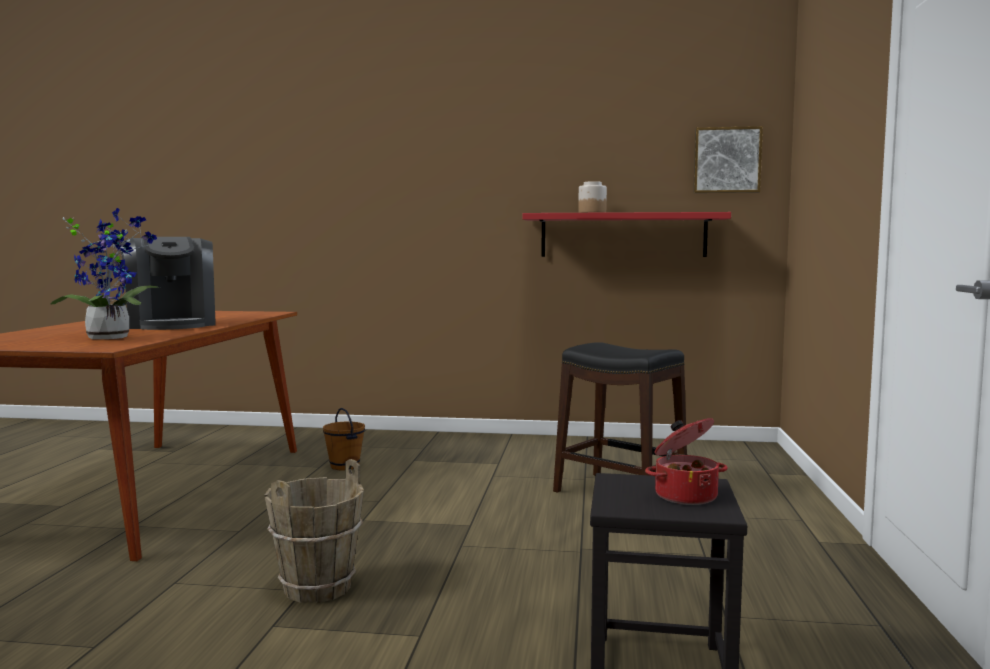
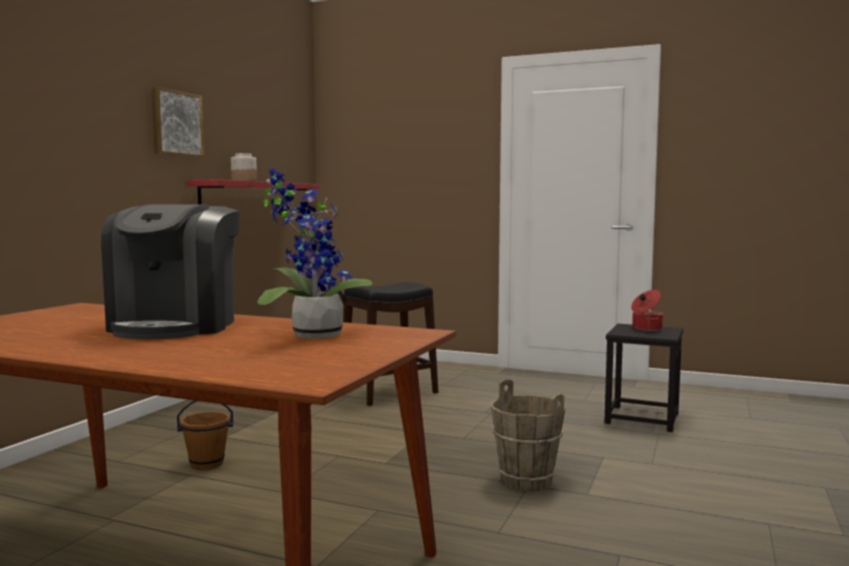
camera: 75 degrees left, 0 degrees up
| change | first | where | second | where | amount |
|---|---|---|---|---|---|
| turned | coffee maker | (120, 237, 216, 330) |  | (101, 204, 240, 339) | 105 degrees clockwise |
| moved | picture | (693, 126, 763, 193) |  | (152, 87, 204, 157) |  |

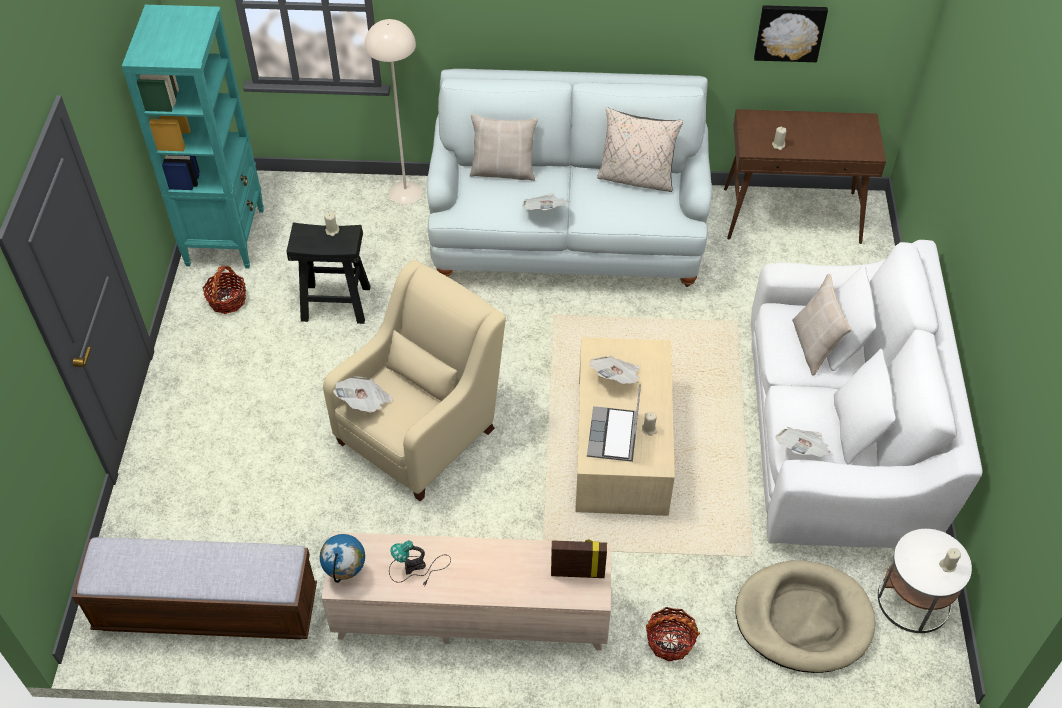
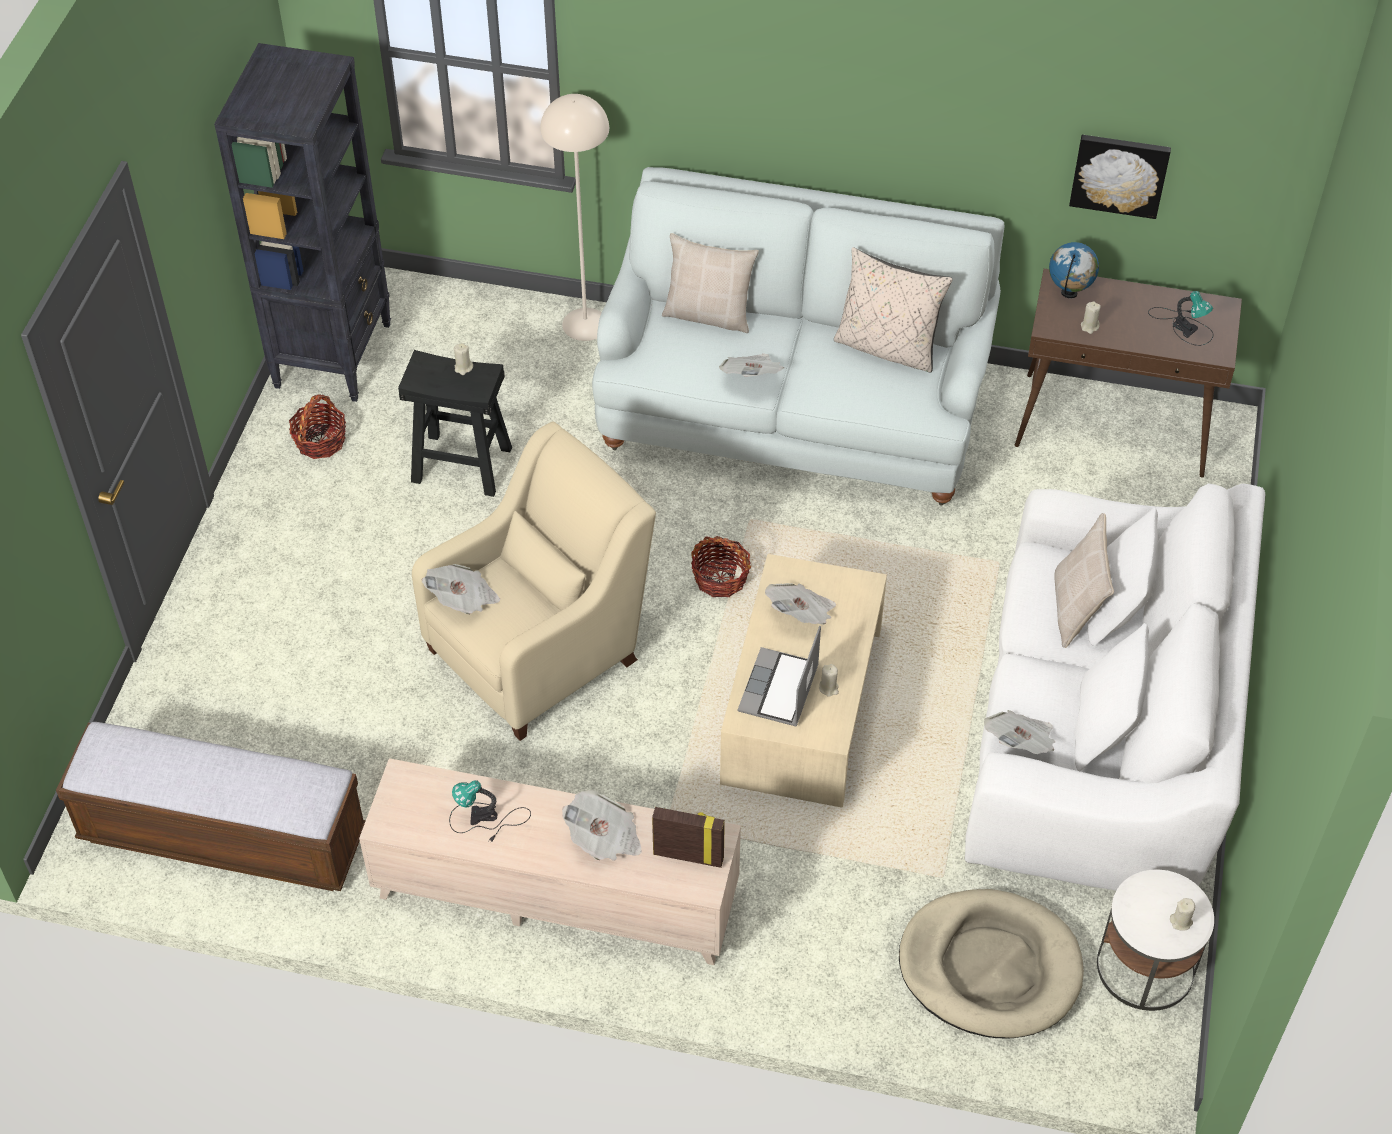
camera: 10 degrees right, 0 degrees up
| change | first | where | second | where | amount |
|---|---|---|---|---|---|
| recoloured | blue-green bookcase | (122, 5, 264, 268) | blackish bookcase | (214, 43, 391, 402) |  |
| moved | world globe | (320, 534, 365, 583) |  | (1049, 242, 1099, 298) |  |
| moved | basket | (646, 607, 700, 661) |  | (691, 536, 751, 597) |  |
| added |  |  | daily paper | (562, 790, 642, 861) |  |
| added |  |  | lamp for a table | (1148, 291, 1214, 346) |  |

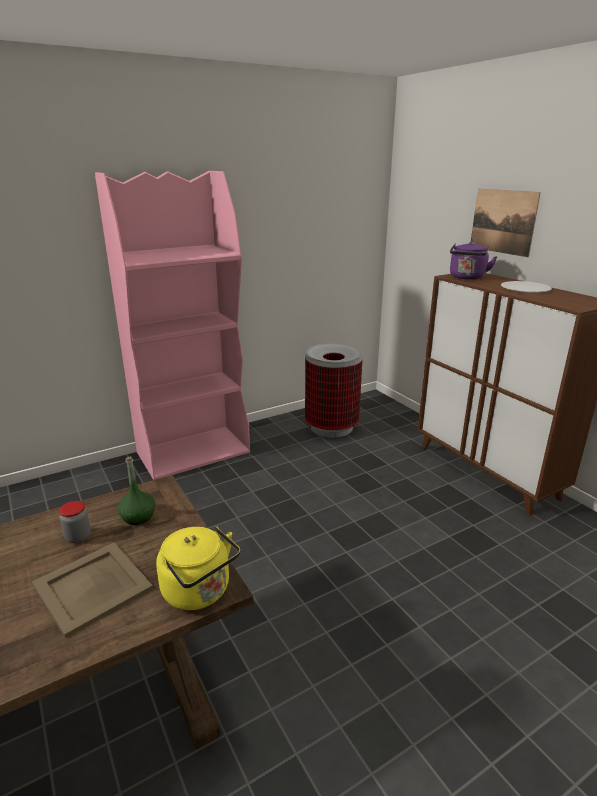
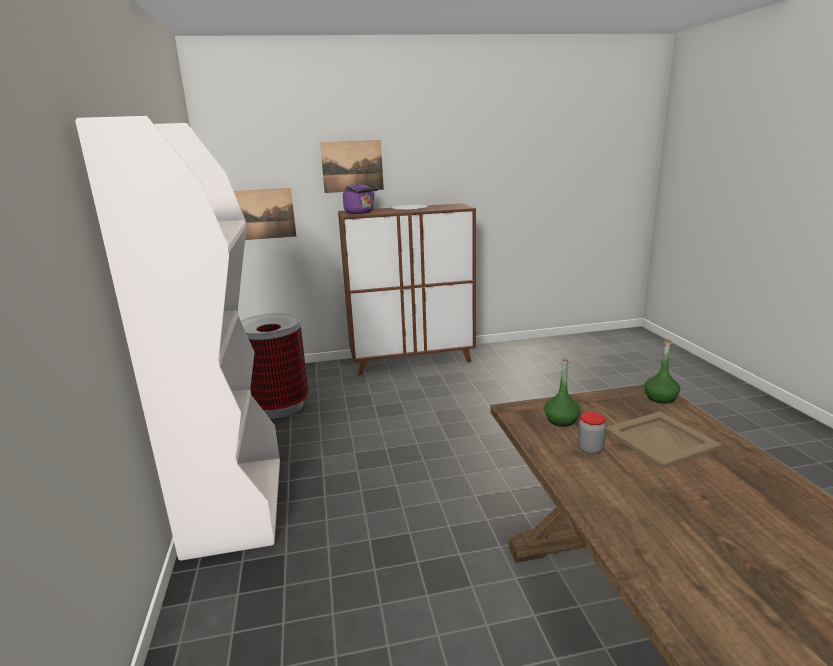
camera: 70 degrees left, 5 degrees down
| change | first | where | second | where | amount |
|---|---|---|---|---|---|
| recoloured | pinkish bookcase | (95, 171, 250, 480) | white-coloured bookcase | (75, 116, 280, 561) |  |
| replaced | yellow water kettle | (156, 526, 240, 610) | green drink bottle | (644, 339, 680, 404) |  |
| added |  |  | picture | (234, 188, 296, 240) |  |

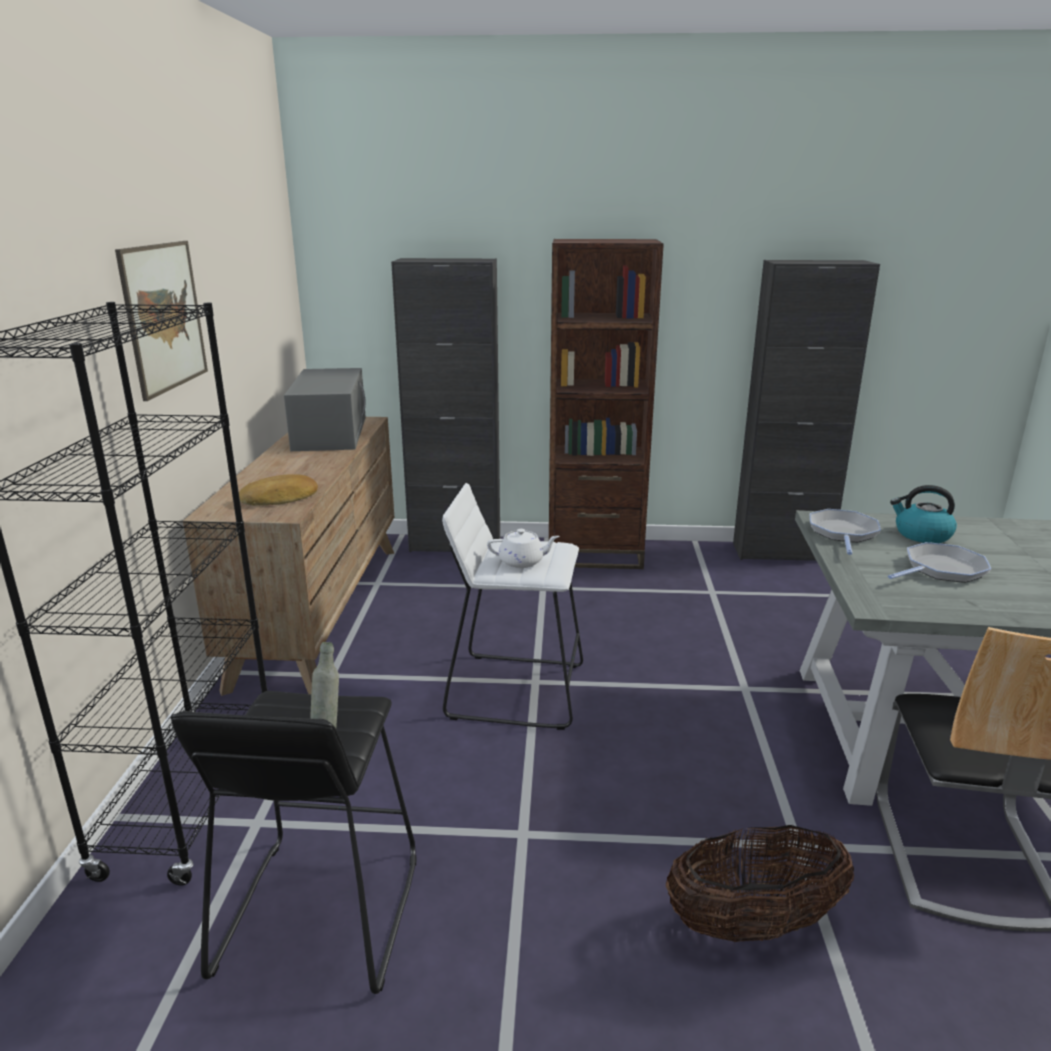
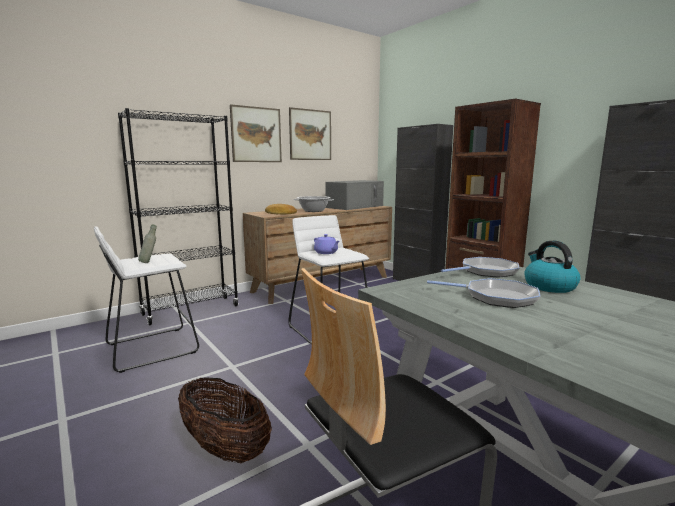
camera: 50 degrees right, 10 degrees down
| change | first | where | second | where | amount |
|---|---|---|---|---|---|
| recoloured | blackish stool | (171, 691, 417, 994) | white-coloured stool | (94, 226, 199, 373) |  |
| recoloured | white-coloured pot for tea | (487, 529, 560, 568) | purplish pot for tea | (314, 234, 339, 254) |  |
| added |  |  | picture | (289, 107, 331, 160) |  |
| added |  |  | cooking pot | (293, 196, 334, 212) |  |

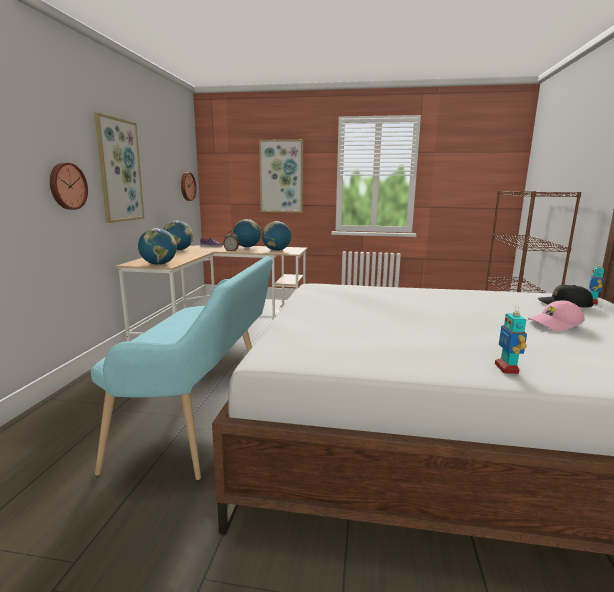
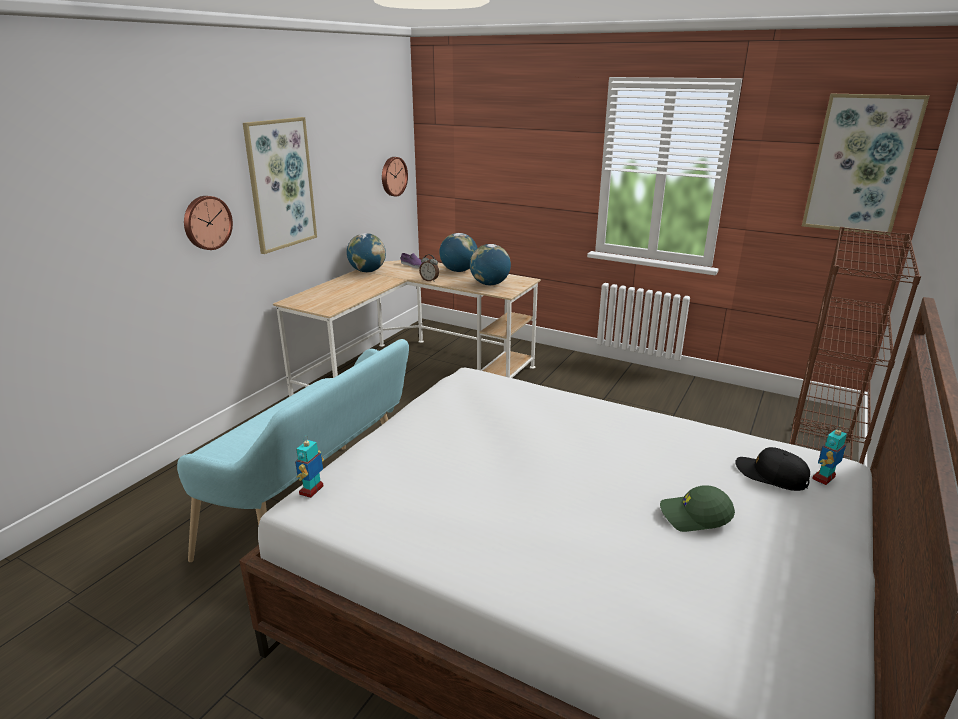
camera: 20 degrees right, 10 degrees up
| change | first | where | second | where | amount |
|---|---|---|---|---|---|
| removed | world globe | (138, 228, 177, 265) |  |  |  |
| moved | picture | (259, 139, 303, 213) |  | (802, 94, 930, 235) |  |
| moved | toy robot | (495, 305, 527, 374) |  | (295, 435, 324, 498) |  |
| recoloured | pinkish cap | (528, 301, 585, 331) | green cap | (660, 485, 735, 532) |  |

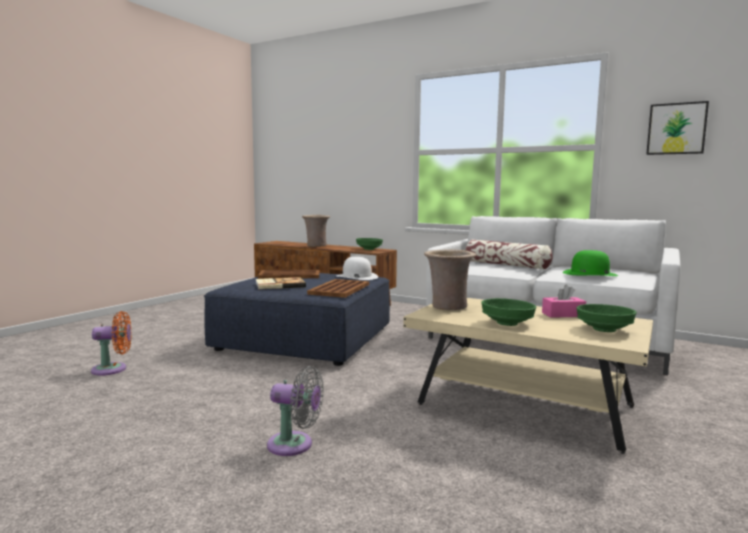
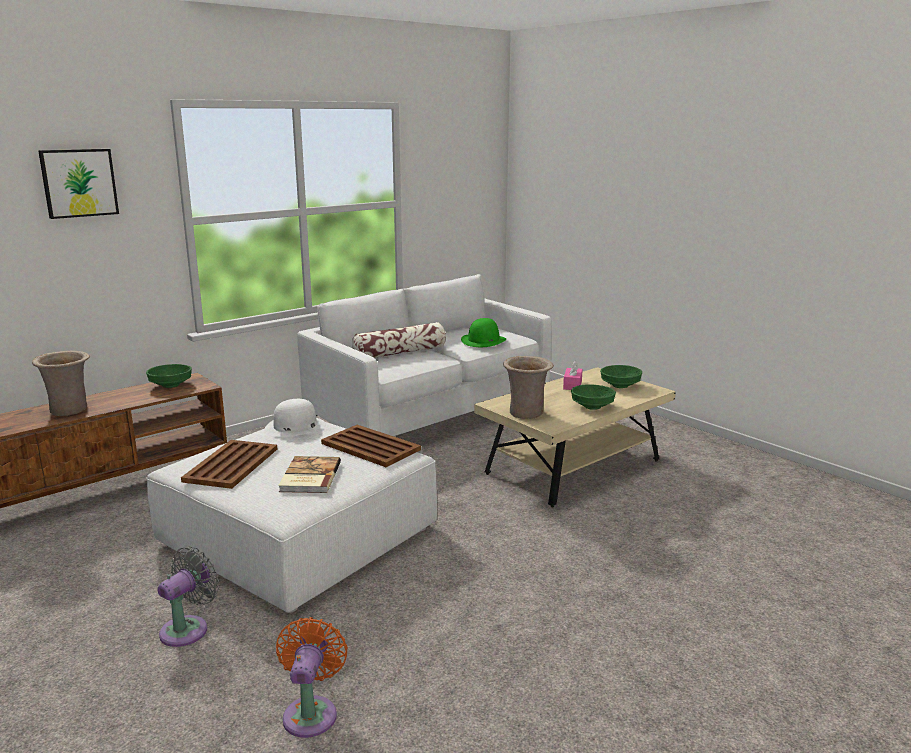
camera: 70 degrees left, 10 degrees up
| change | first | where | second | where | amount |
|---|---|---|---|---|---|
| recoloured | bluish footrest | (204, 273, 390, 366) | white-coloured footrest | (146, 422, 437, 613) |  |
| moved | greyish electric fan | (267, 366, 324, 456) |  | (158, 546, 219, 647) |  |
| moved | picture | (646, 101, 709, 155) |  | (38, 149, 119, 219) |  |

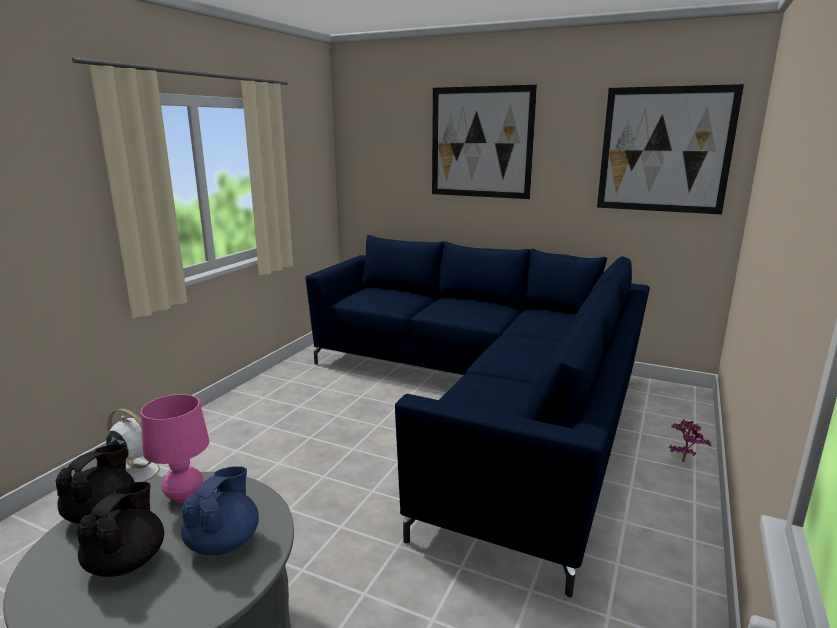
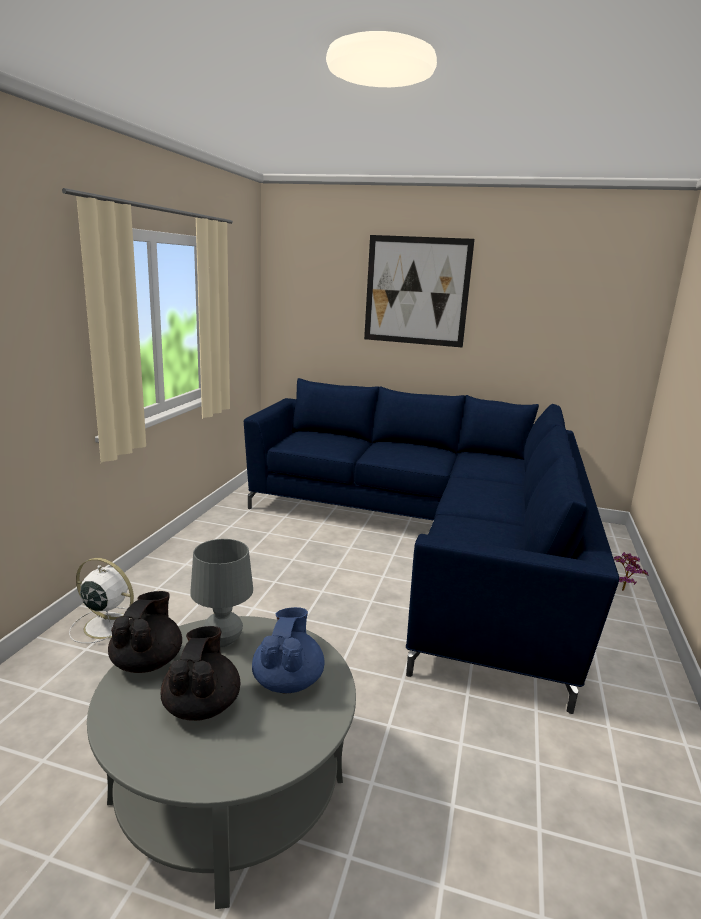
camera: 10 degrees left, 0 degrees up
| change | first | where | second | where | amount |
|---|---|---|---|---|---|
| recoloured | pinkish lamp for a table | (141, 394, 209, 503) | greyish lamp for a table | (190, 539, 253, 647) |  |
| removed | picture | (597, 84, 744, 215) |  |  |  |

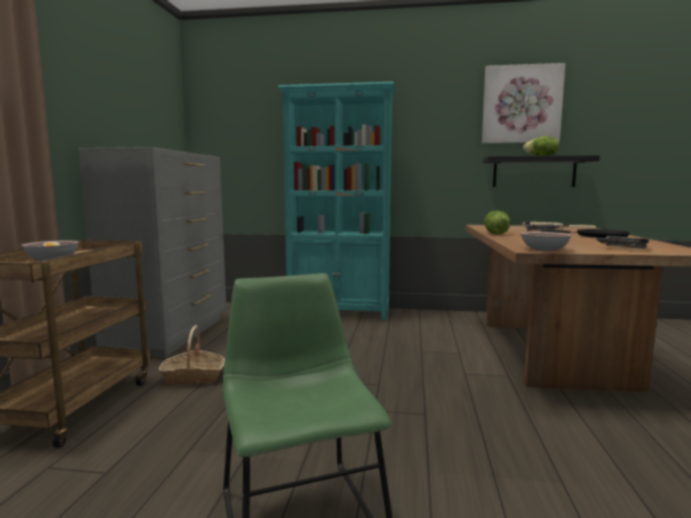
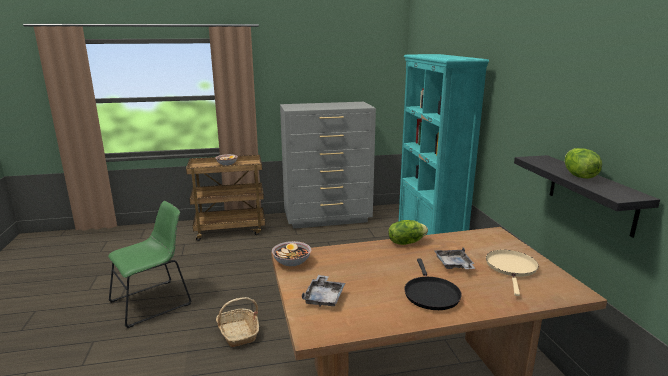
camera: 70 degrees right, 10 degrees up
| change | first | where | second | where | amount |
|---|---|---|---|---|---|
| moved | basket | (159, 325, 225, 385) |  | (216, 297, 259, 347) |  |
| removed | picture | (482, 63, 565, 143) |  |  |  |

